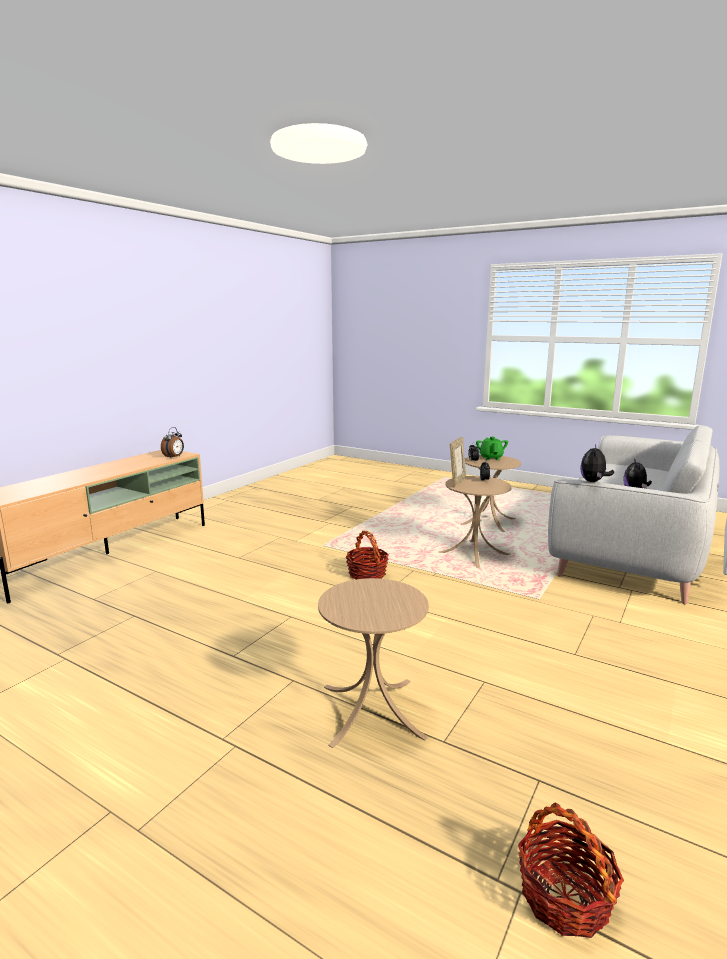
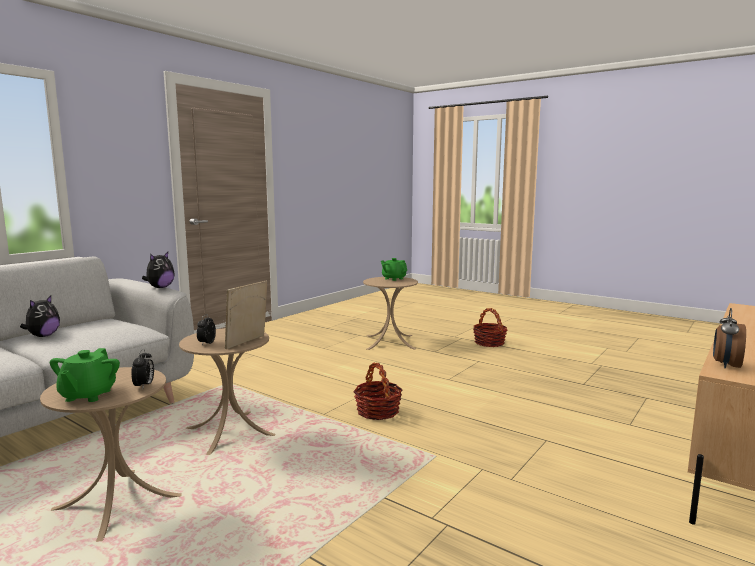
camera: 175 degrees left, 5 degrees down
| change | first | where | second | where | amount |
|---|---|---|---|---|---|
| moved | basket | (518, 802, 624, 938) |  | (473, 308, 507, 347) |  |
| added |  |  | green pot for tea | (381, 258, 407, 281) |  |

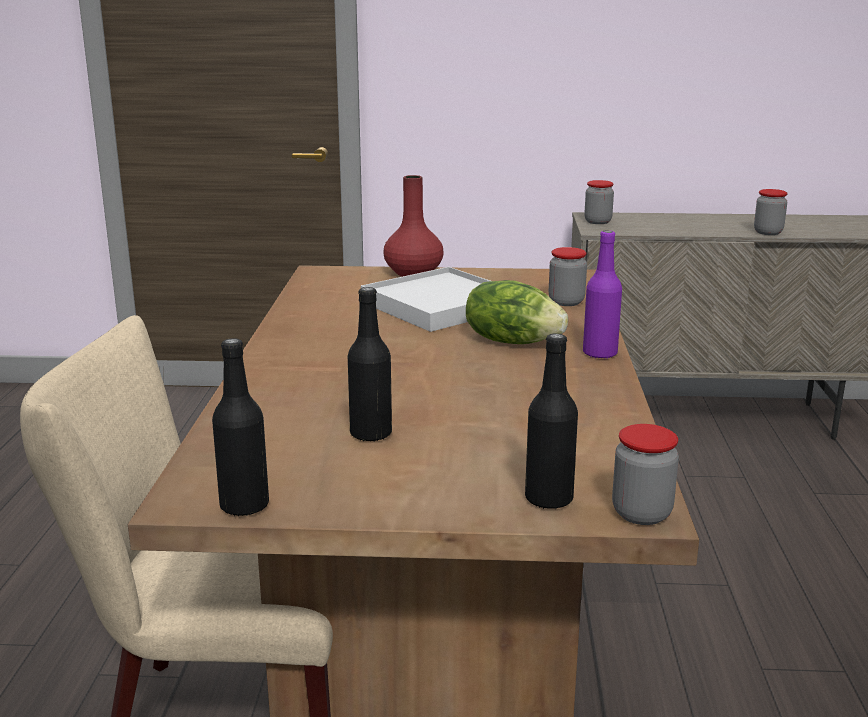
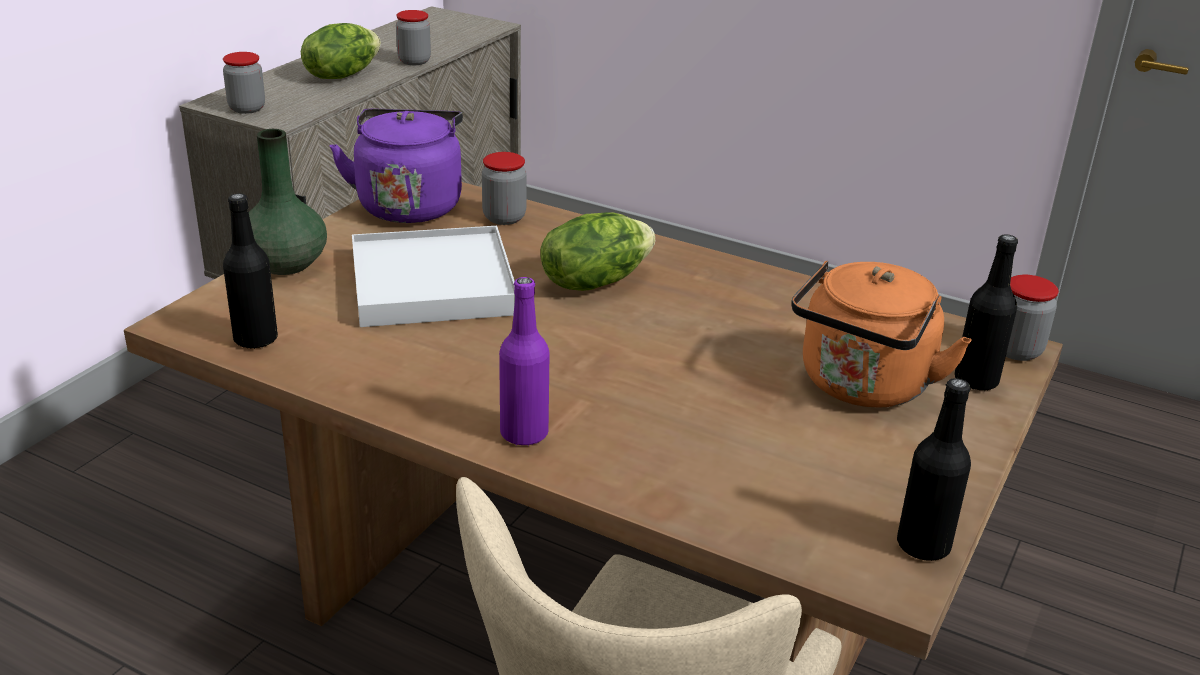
camera: 65 degrees left, 10 degrees up
| change | first | where | second | where | amount |
|---|---|---|---|---|---|
| moved | blackish drink bottle | (348, 287, 392, 442) |  | (223, 193, 278, 349) |  |
| recoloured | red-coloured decorative vase | (383, 175, 444, 277) | green decorative vase | (249, 129, 327, 275) |  |
| moved | purplish drink bottle | (583, 230, 622, 359) |  | (499, 277, 550, 446) |  |
| added |  |  | lettuce | (301, 23, 381, 79) |  |
| added |  |  | purplish water kettle | (330, 109, 463, 223) |  |
| added |  |  | orange water kettle | (791, 260, 972, 408) |  |

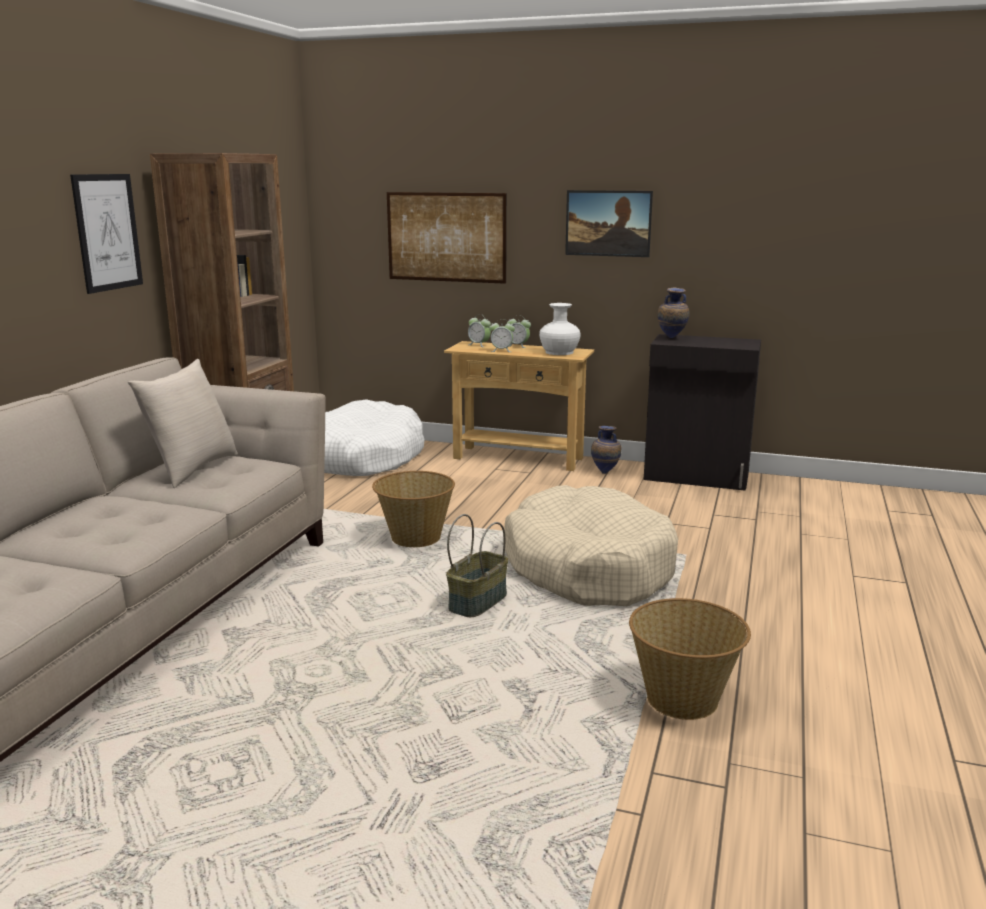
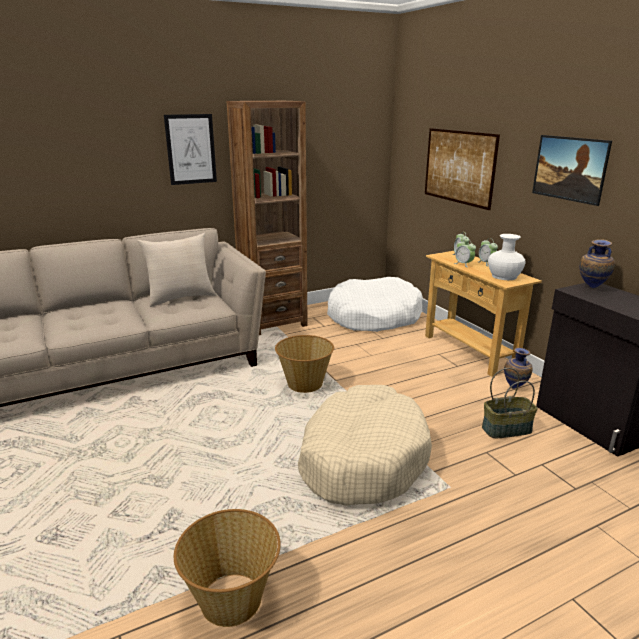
camera: 45 degrees right, 5 degrees up
| change | first | where | second | where | amount |
|---|---|---|---|---|---|
| moved | basket | (446, 514, 508, 617) |  | (482, 368, 538, 438) |  |

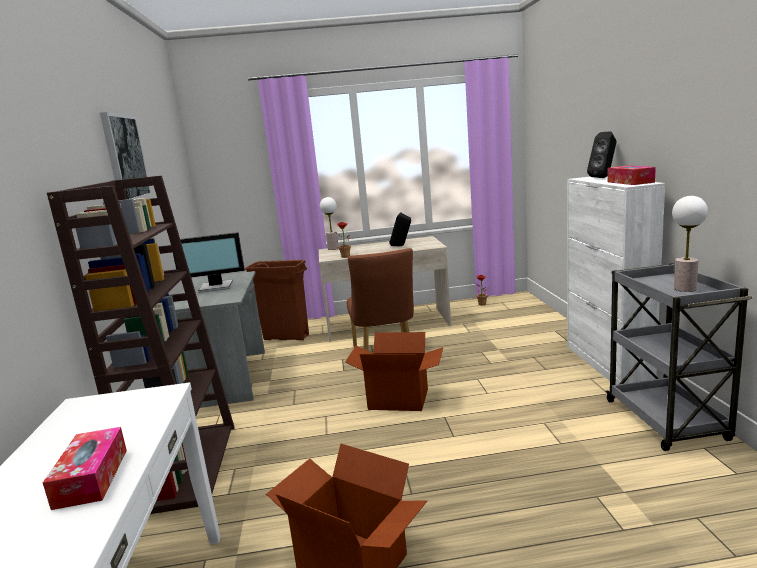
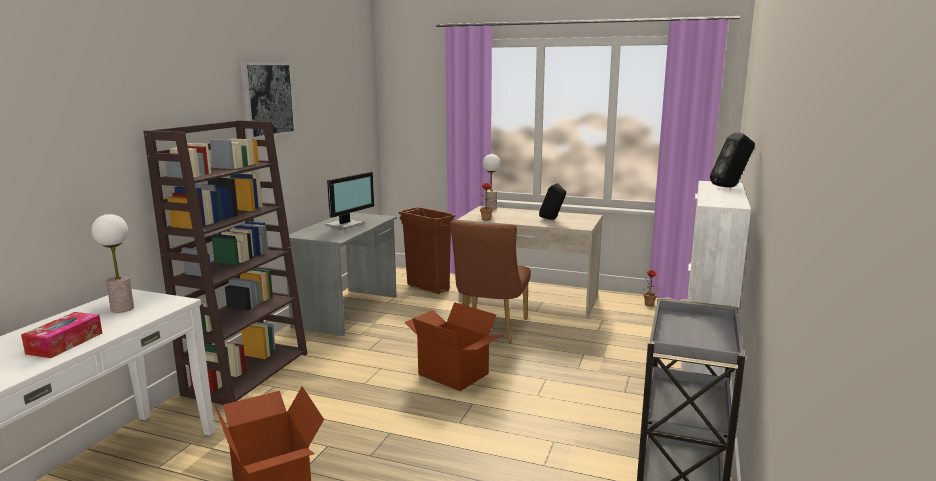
camera: 25 degrees right, 0 degrees up
| change | first | where | second | where | amount |
|---|---|---|---|---|---|
| turned | monitor | (173, 232, 245, 292) |  | (325, 172, 374, 229) | 75 degrees counterclockwise |
| removed | tissue box | (607, 166, 656, 185) |  |  |  |
| moved | lamp for a table | (672, 196, 708, 292) |  | (91, 214, 134, 313) |  |

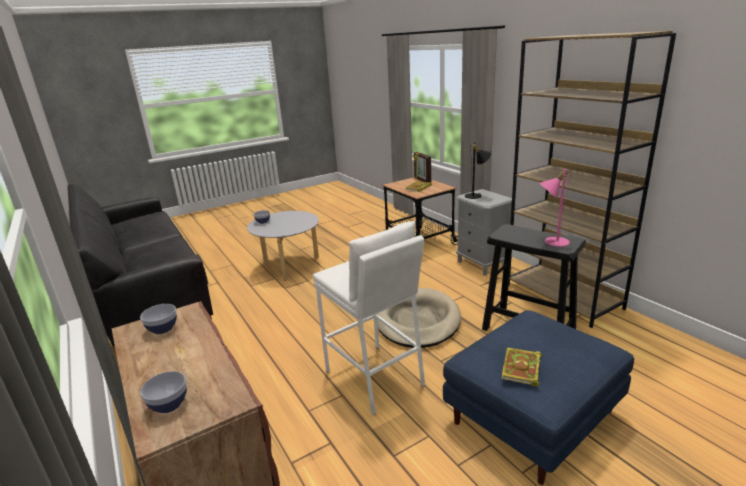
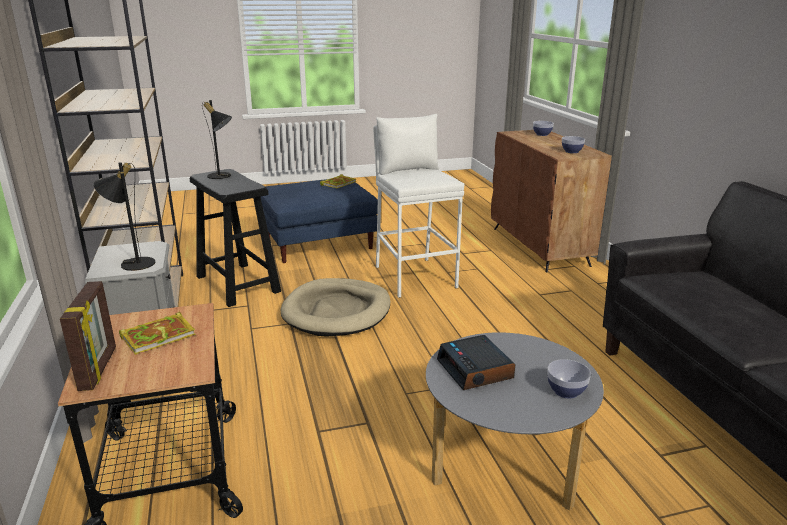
camera: 165 degrees left, 0 degrees up
| change | first | where | second | where | amount |
|---|---|---|---|---|---|
| recoloured | pinkish lamp for a table | (539, 169, 571, 247) | blackish lamp for a table | (202, 100, 232, 179) |  |
| added |  |  | alarm clock | (437, 335, 515, 390) |  |

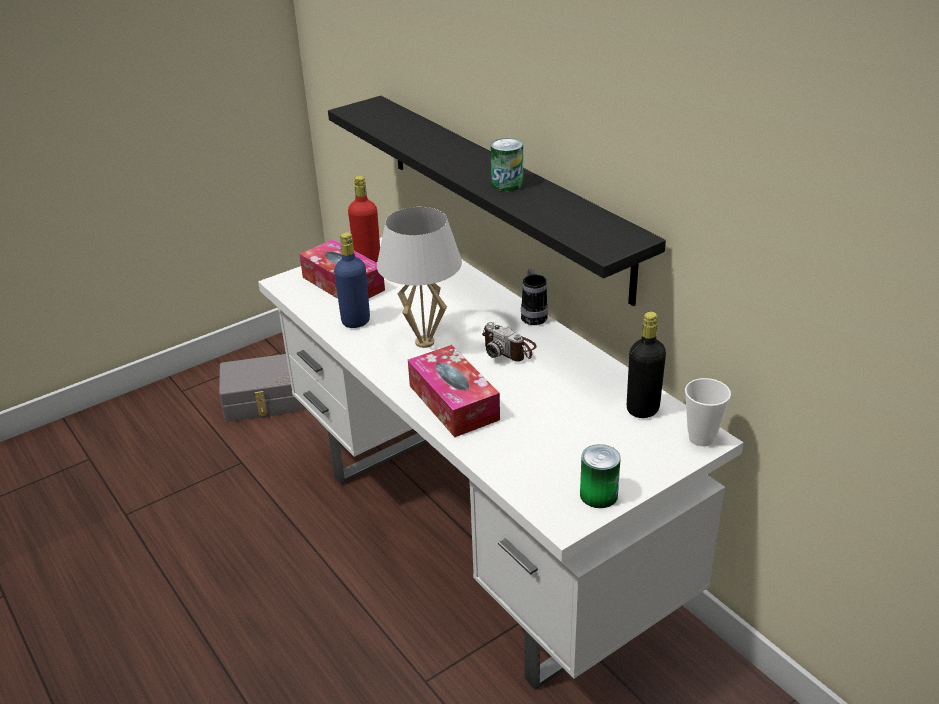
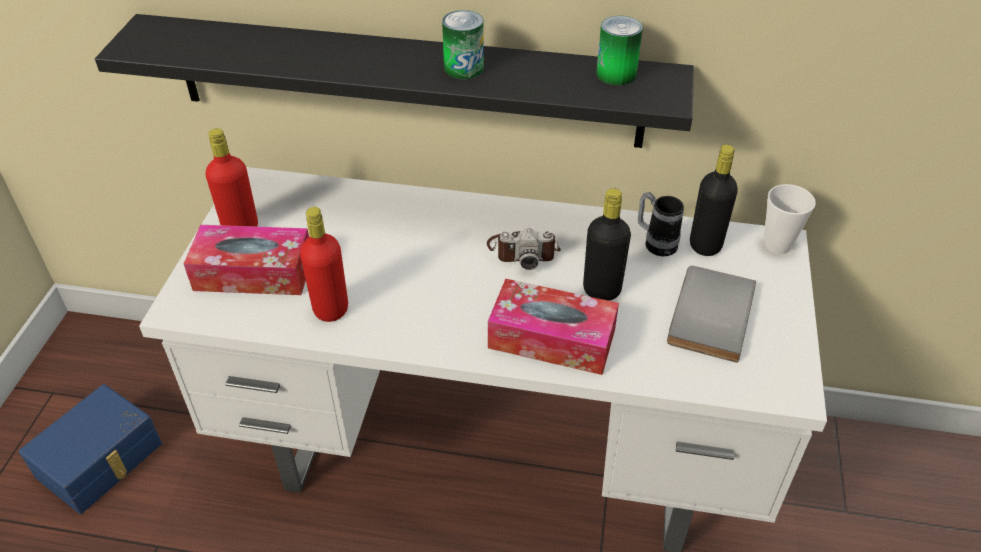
camera: 45 degrees left, 10 degrees up
| change | first | where | second | where | amount |
|---|---|---|---|---|---|
| recoloured | greyish storage container | (219, 354, 302, 422) | bluish storage container | (19, 384, 162, 514) |  |
| recoloured | bluish drink bottle | (334, 232, 370, 328) | red-coloured drink bottle | (300, 207, 348, 322) |  |
| removed | white-coloured lamp for a table | (377, 207, 462, 348) |  |  |  |
| moved | coffee mug | (521, 269, 548, 325) |  | (638, 192, 684, 257) |  |
| moved | sealed can | (580, 444, 621, 508) |  | (596, 16, 643, 85) |  |
| added |  |  | blackish drink bottle | (583, 188, 631, 301) |  |
| added |  |  | greyish book | (667, 266, 756, 363) |  |

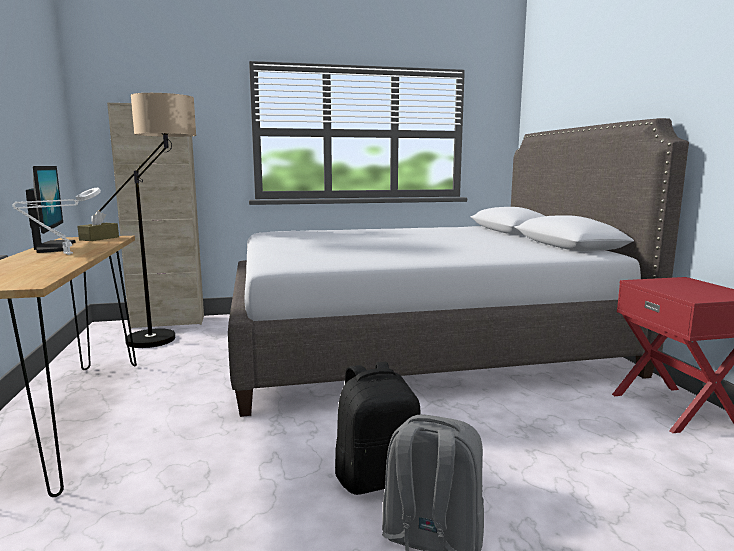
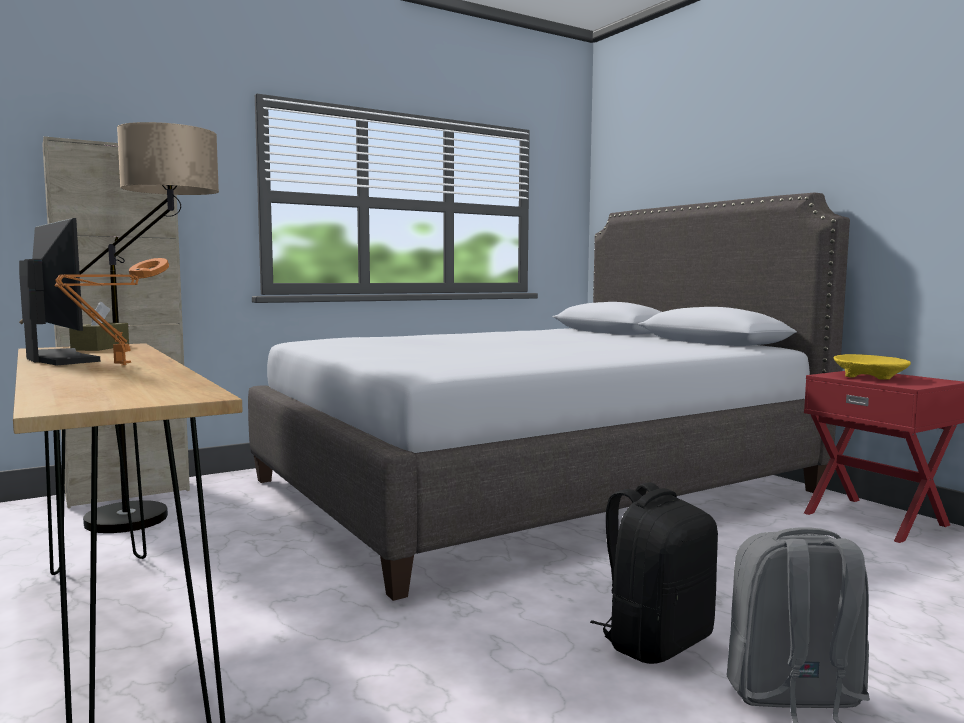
camera: 20 degrees left, 5 degrees down
| change | first | where | second | where | amount |
|---|---|---|---|---|---|
| recoloured | white-coloured lamp for a table | (12, 188, 101, 255) | orange lamp for a table | (54, 258, 169, 365) |  |
| added |  |  | yellow bowl | (834, 354, 911, 380) |  |

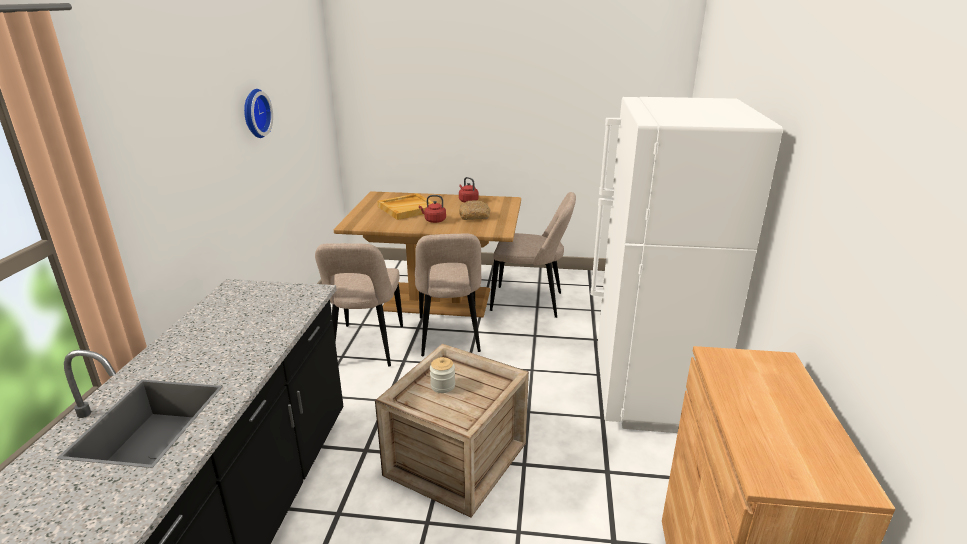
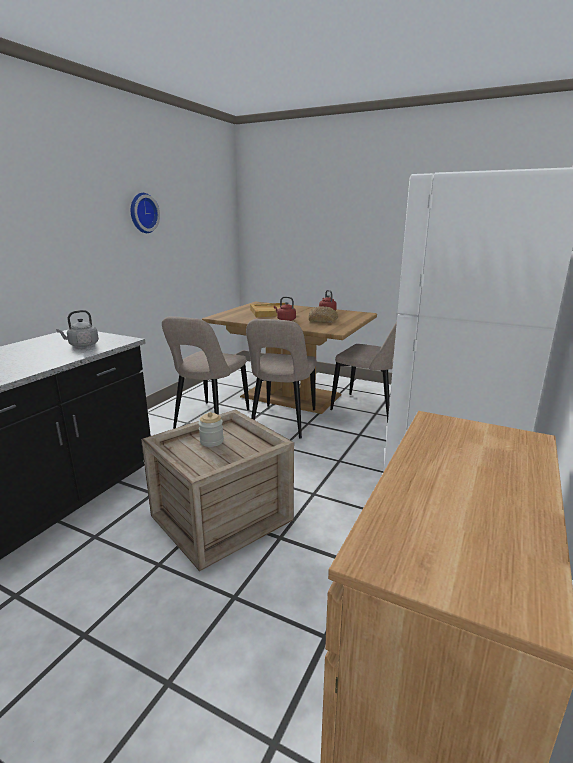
camera: 20 degrees right, 5 degrees down
| change | first | where | second | where | amount |
|---|---|---|---|---|---|
| added |  |  | greyish water kettle | (56, 310, 99, 347) |  |

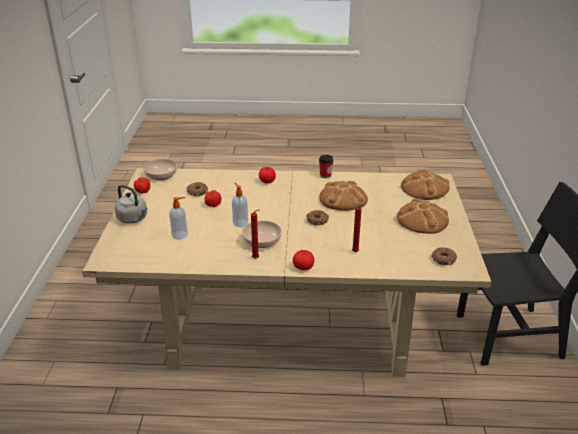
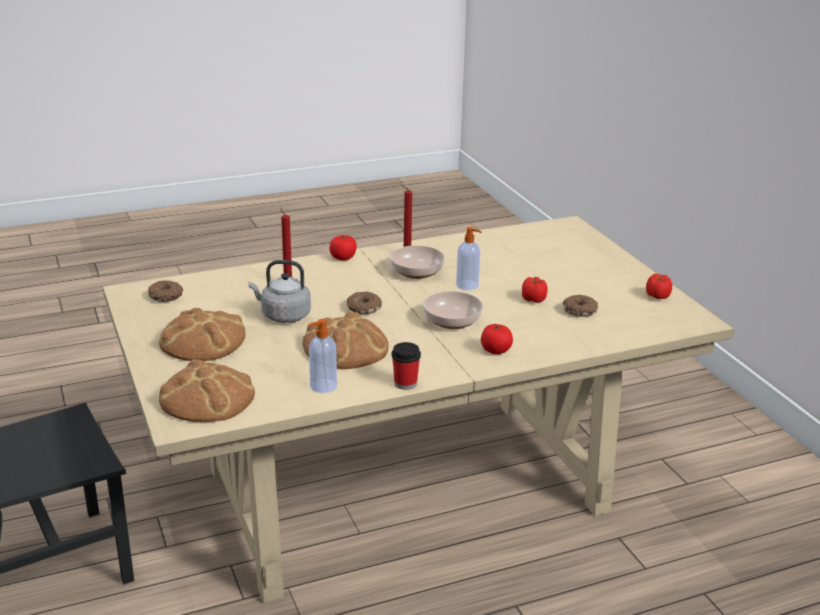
camera: 155 degrees right, 5 degrees down
| change | first | where | second | where | amount |
|---|---|---|---|---|---|
| moved | greyish water kettle | (115, 185, 147, 224) |  | (248, 260, 311, 323) |  |
| moved | bowl | (143, 159, 177, 180) |  | (423, 291, 483, 329) |  |
| moved | liquid soap bottle | (169, 197, 188, 240) |  | (308, 319, 337, 393) |  |

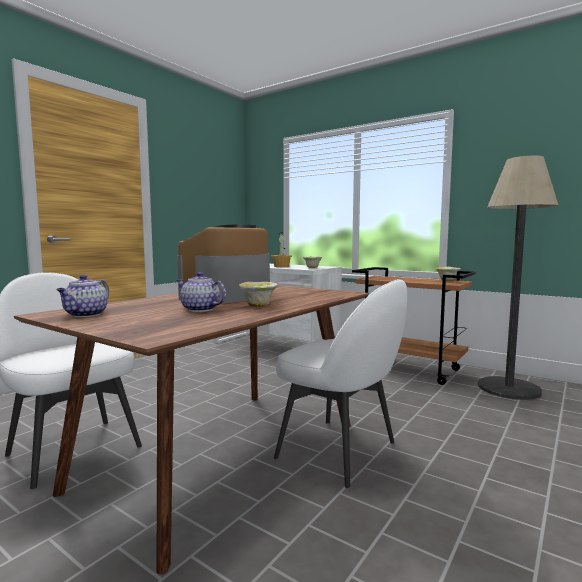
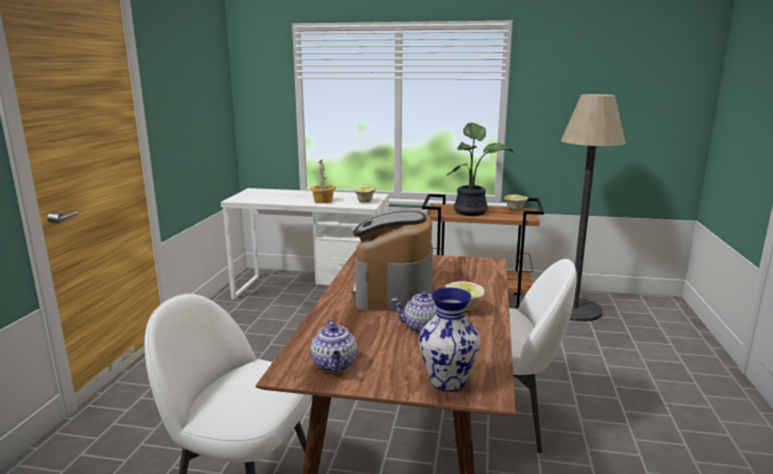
camera: 25 degrees left, 10 degrees up
| change | first | where | second | where | amount |
|---|---|---|---|---|---|
| added |  |  | decorative vase | (419, 287, 481, 392) |  |
| added |  |  | potted plant | (446, 122, 513, 216) |  |

